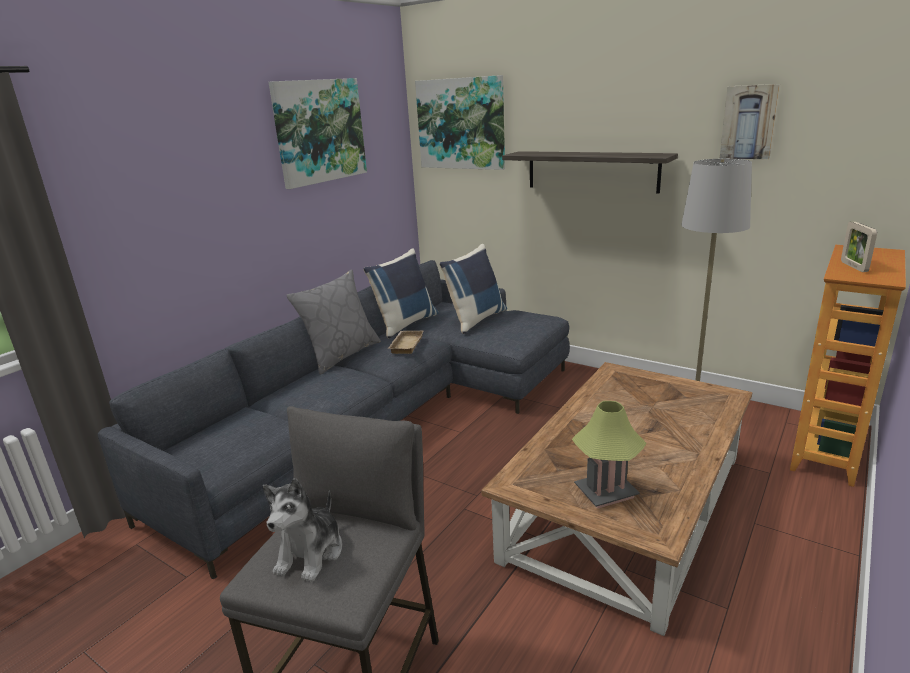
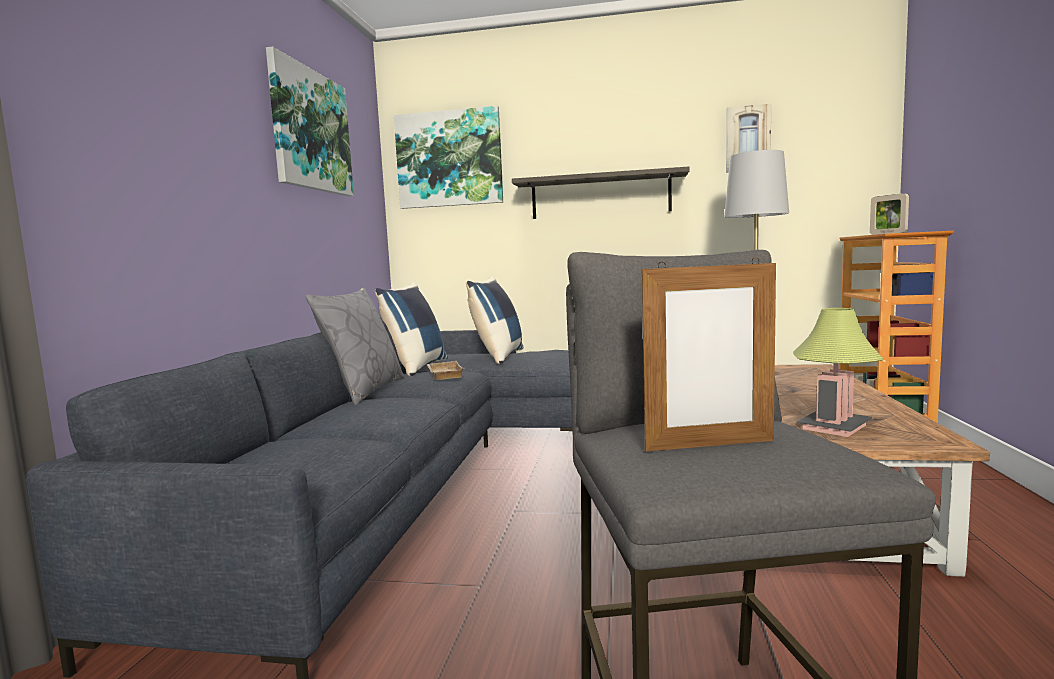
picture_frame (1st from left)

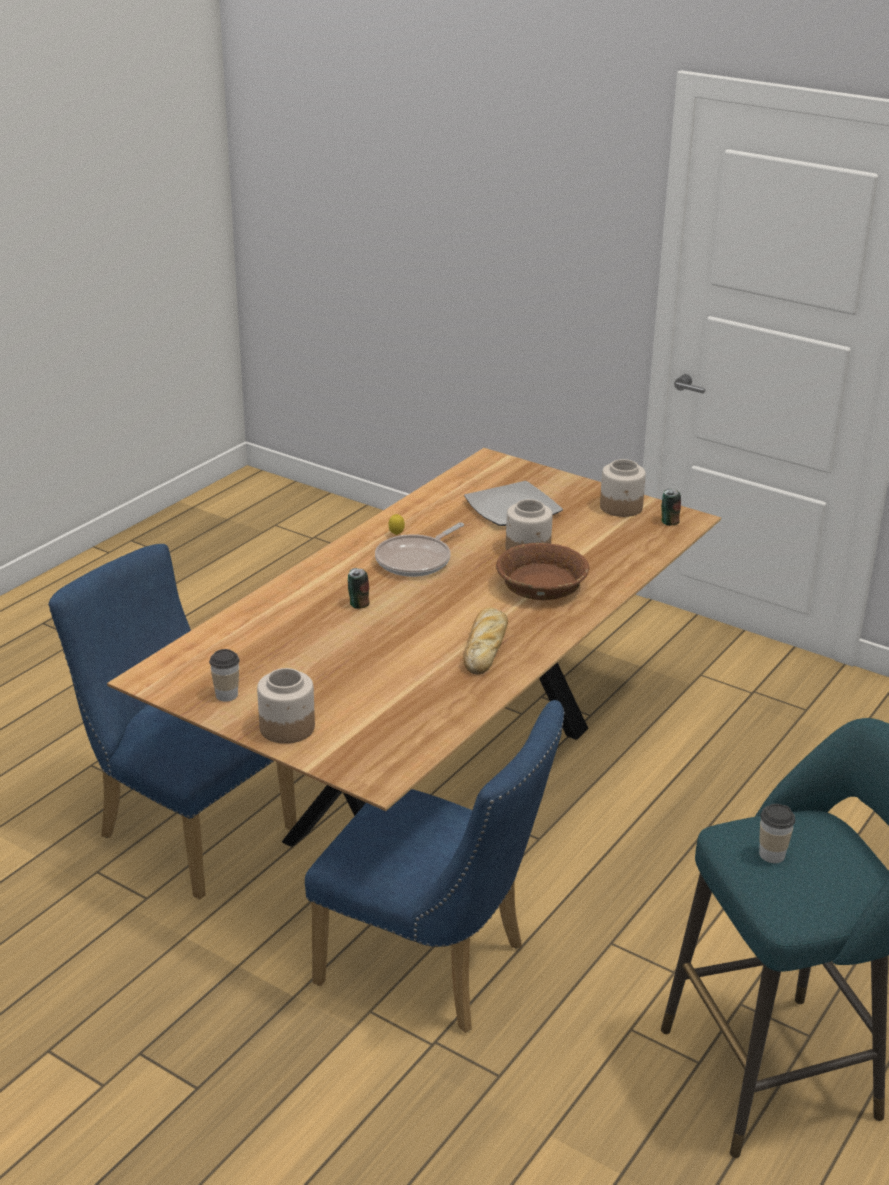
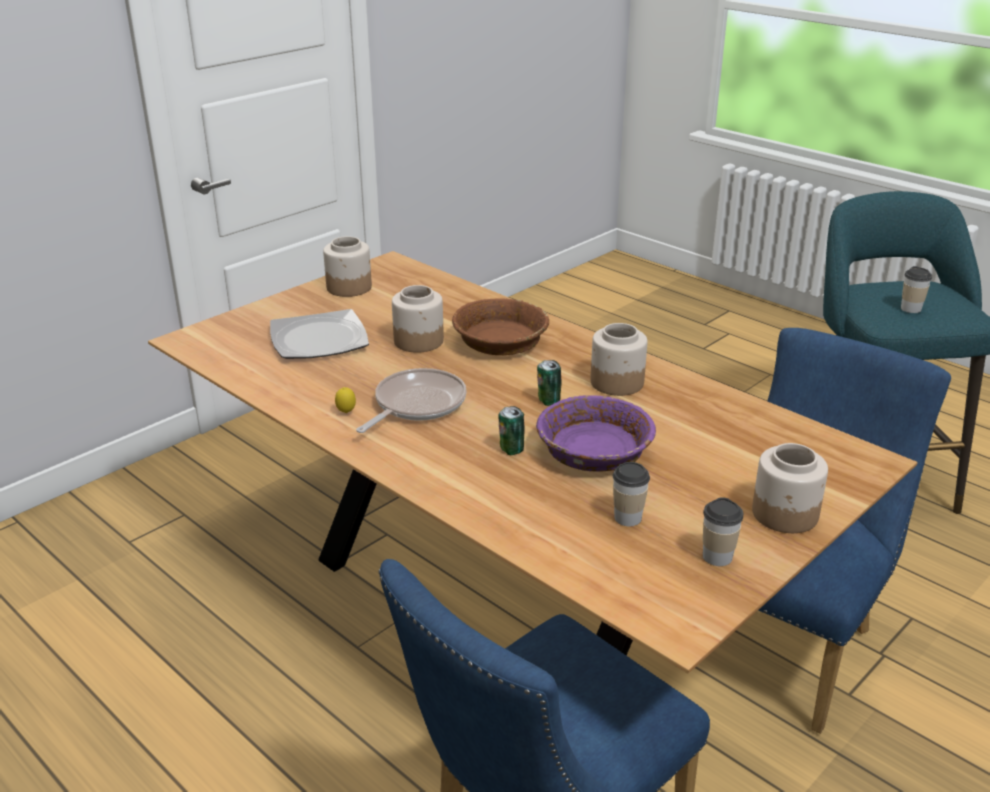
purple_bowl
cup (1st from left)
can (2nd from left)
jar (3rd from left)
frying_pan

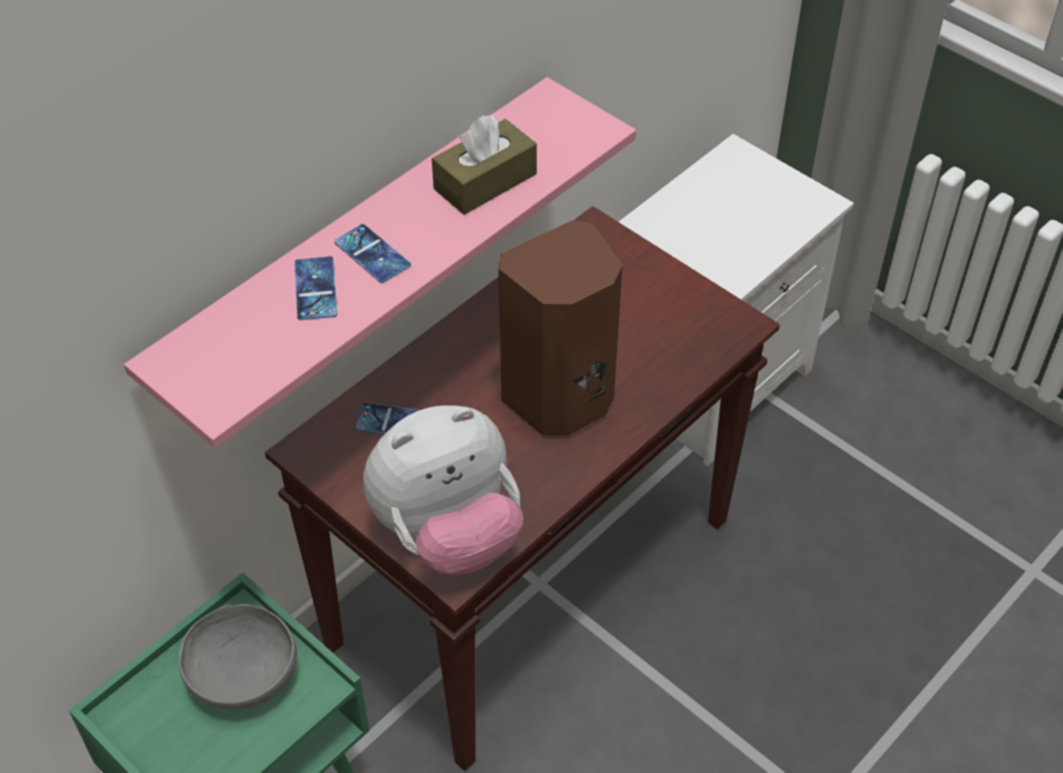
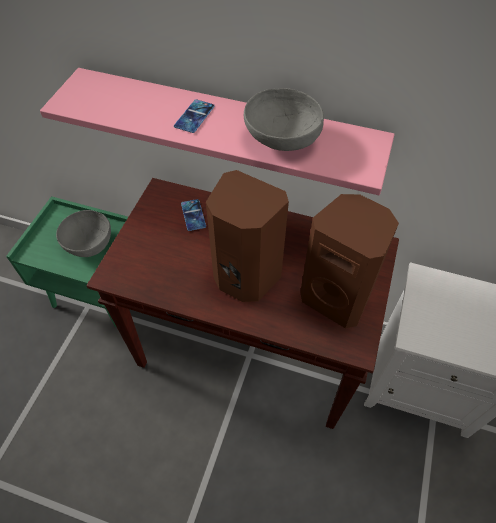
phone (1st from left in the first image)
plush_toy
brown_speaker (2nd from left)
grey_bowl (2nd from left)

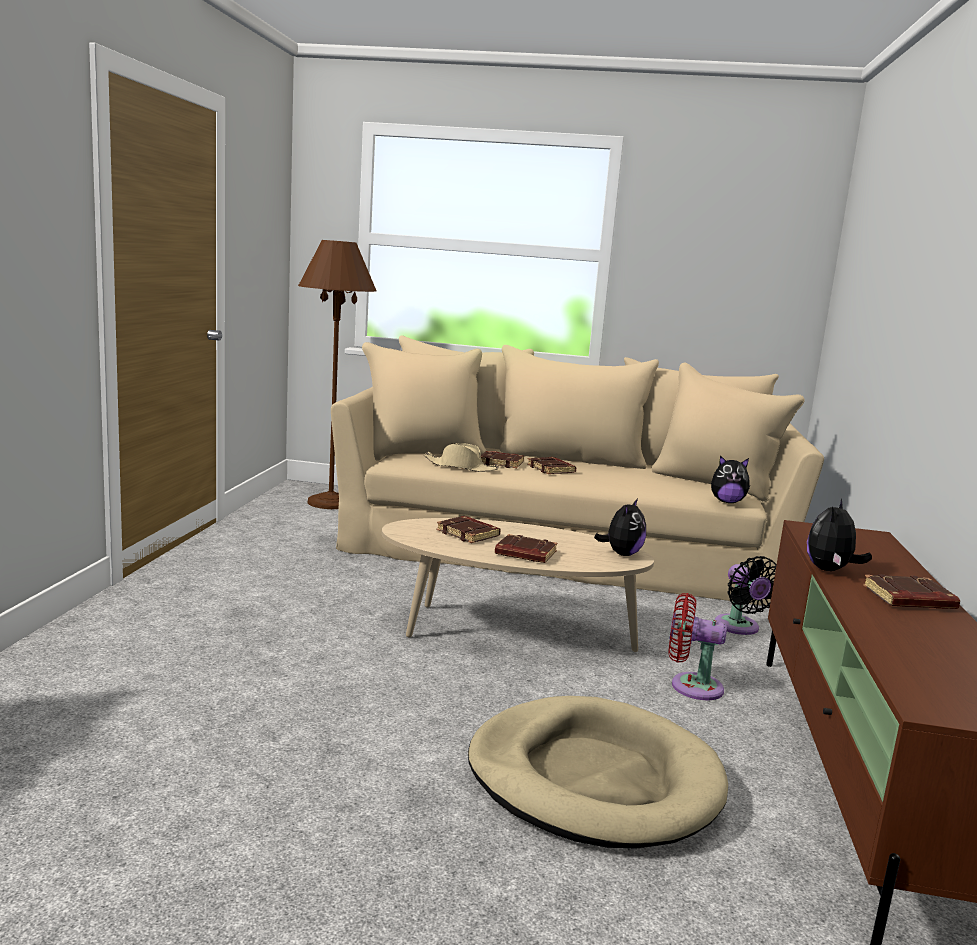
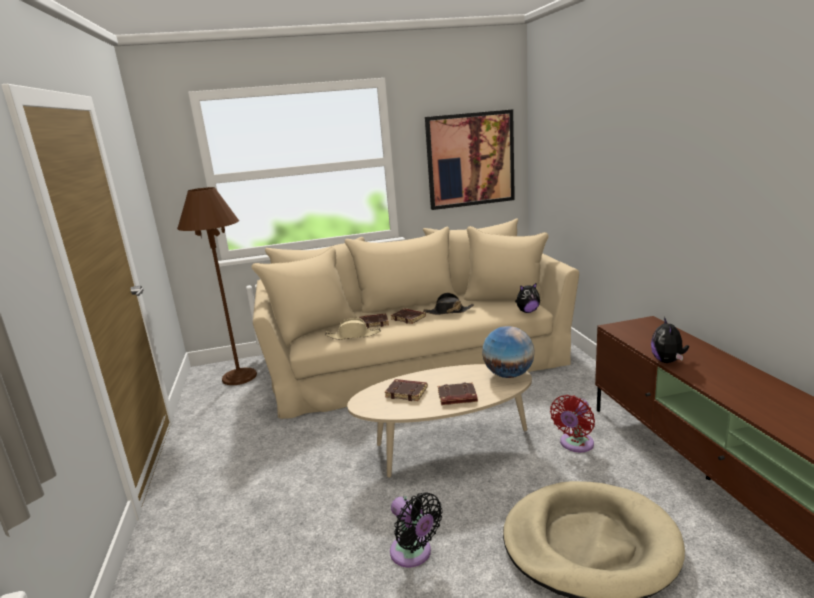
brown_book (5th from left in the first image)
black_hat
picture
black_fan
globe
red_fan

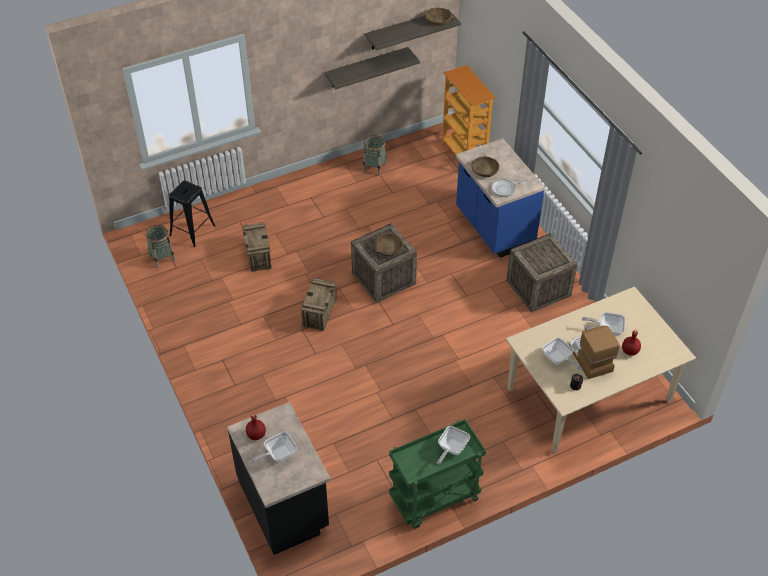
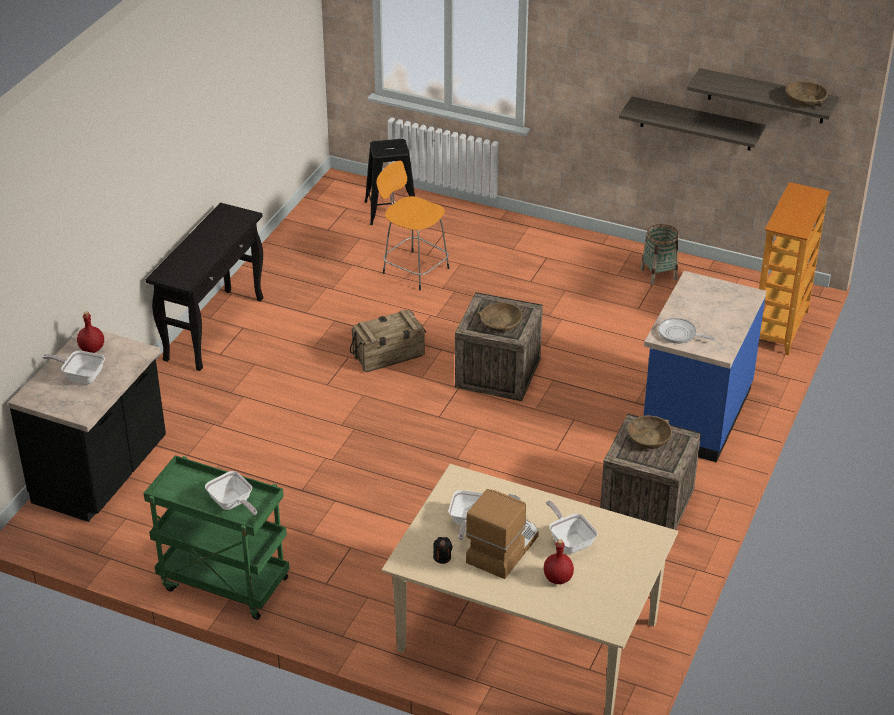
basket (1st from left in the first image)
black_console_table
brown_bowl (2nd from left)
orange_stool
frying_pan (2nd from left)

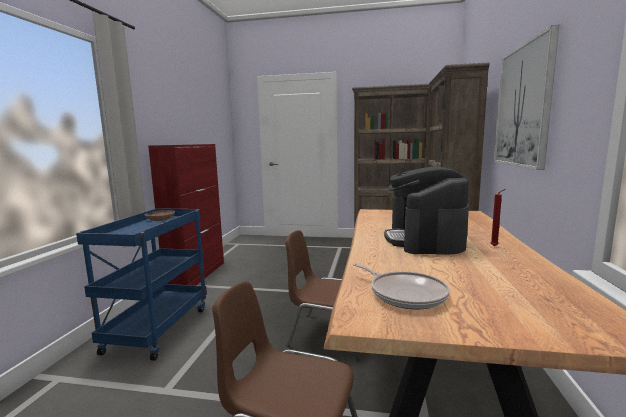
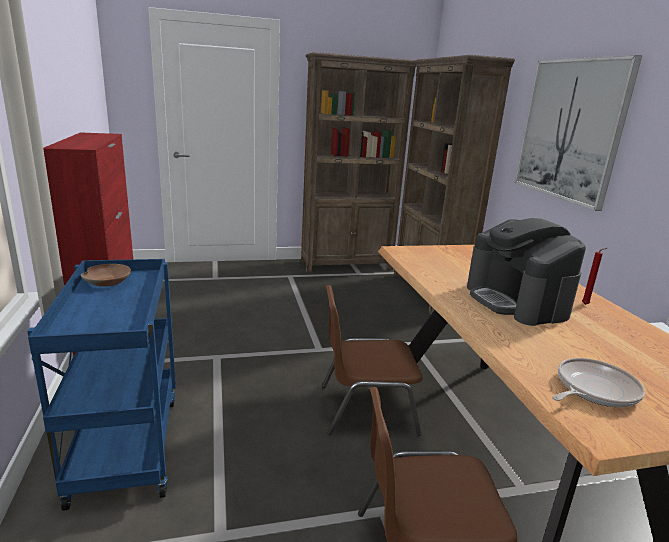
frying_pan

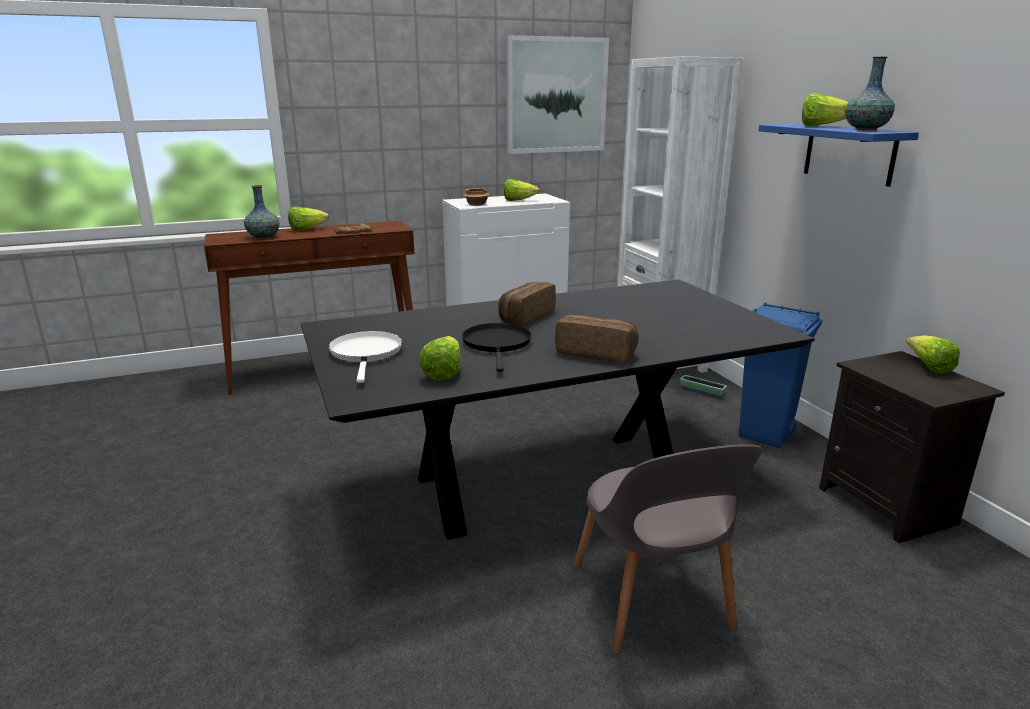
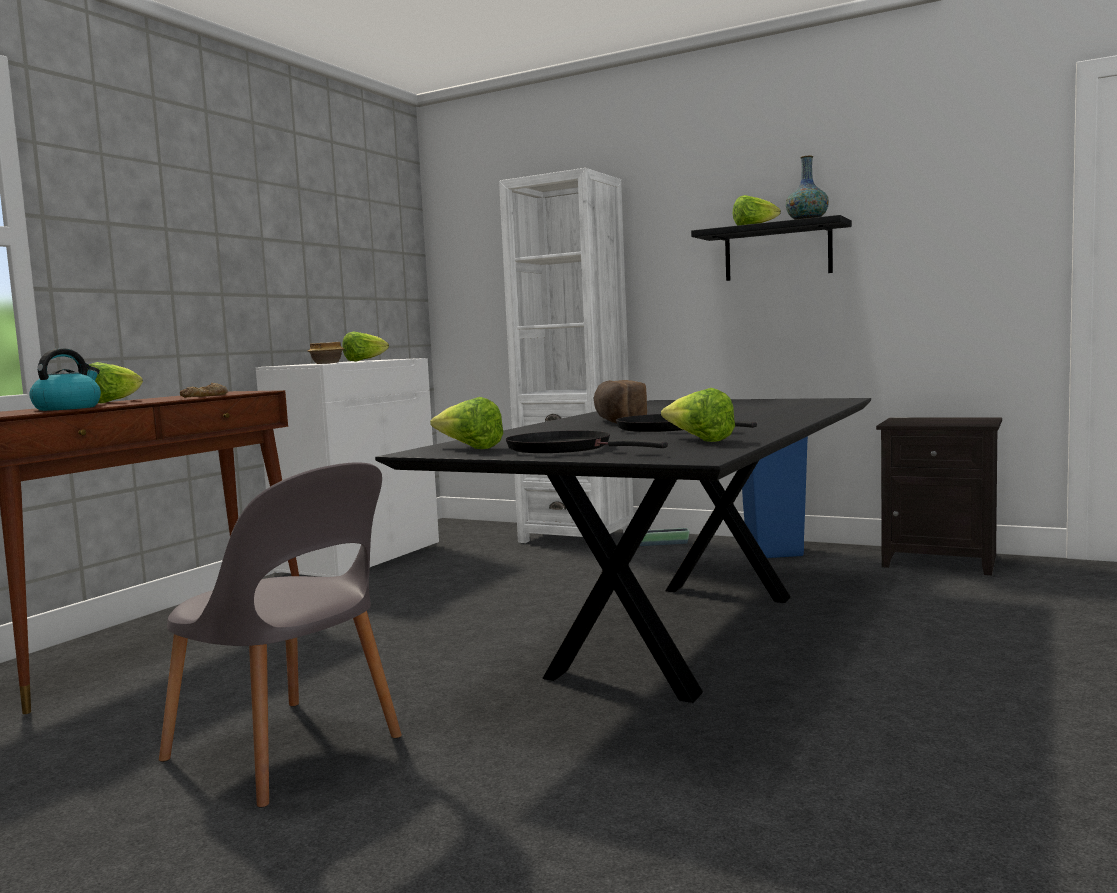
picture
bread (3rd from left in the first image)
grey_chair
lettuce (3rd from left)
kettle
black_frying_pan (1st from left)
black_shelf

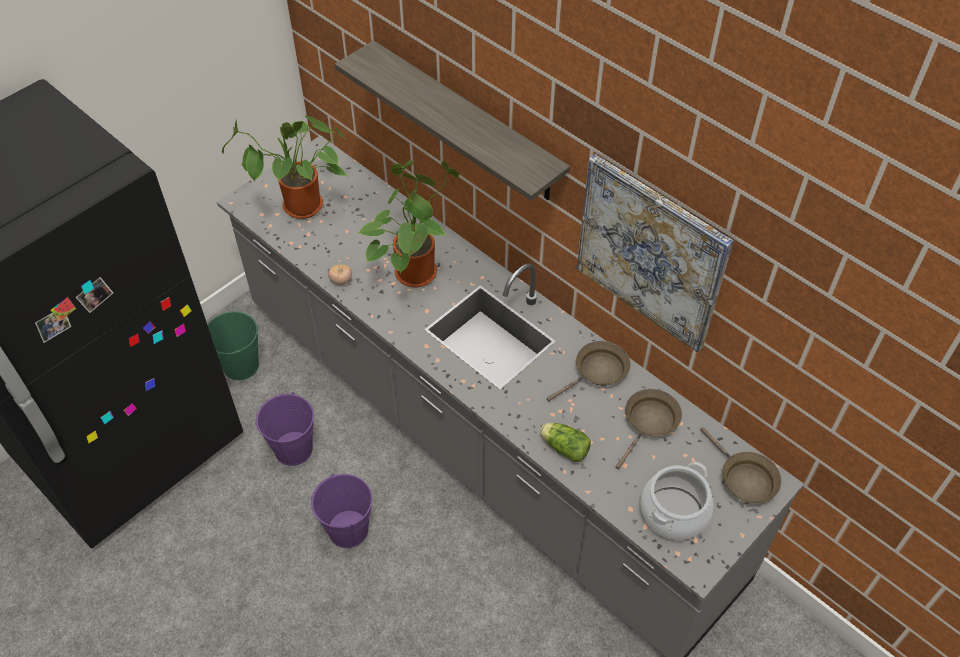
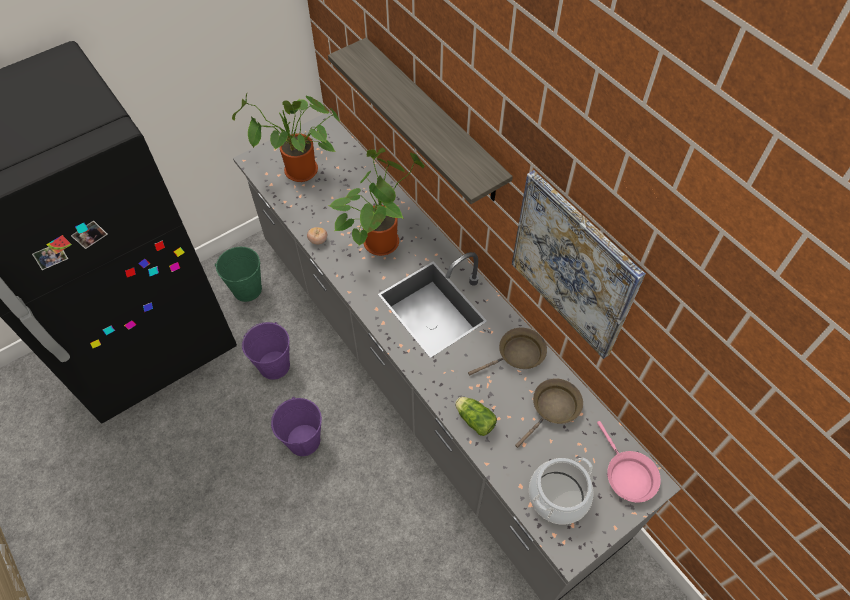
pink_frying_pan

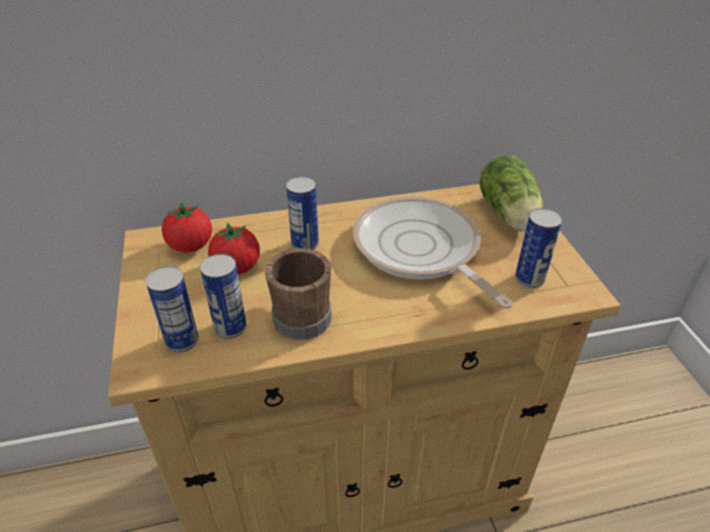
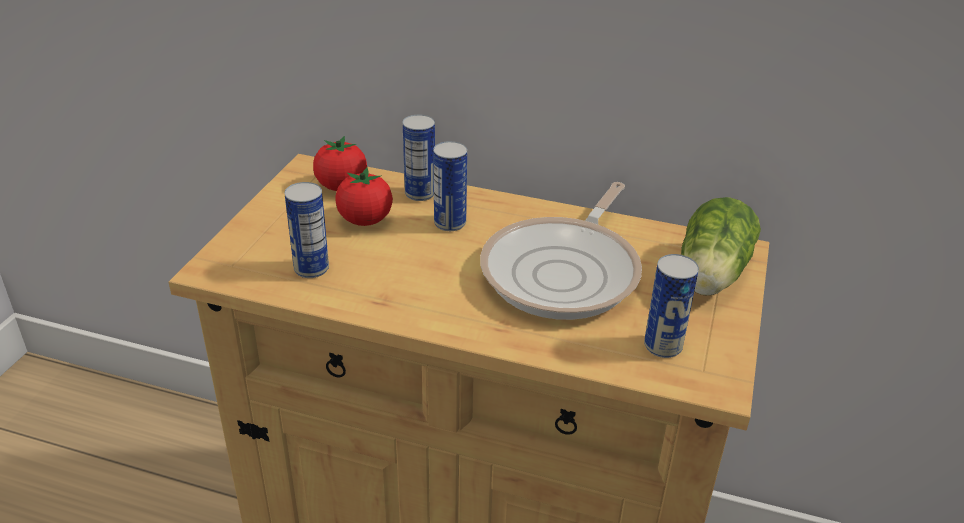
brown_mug
can (2nd from left)
frying_pan

